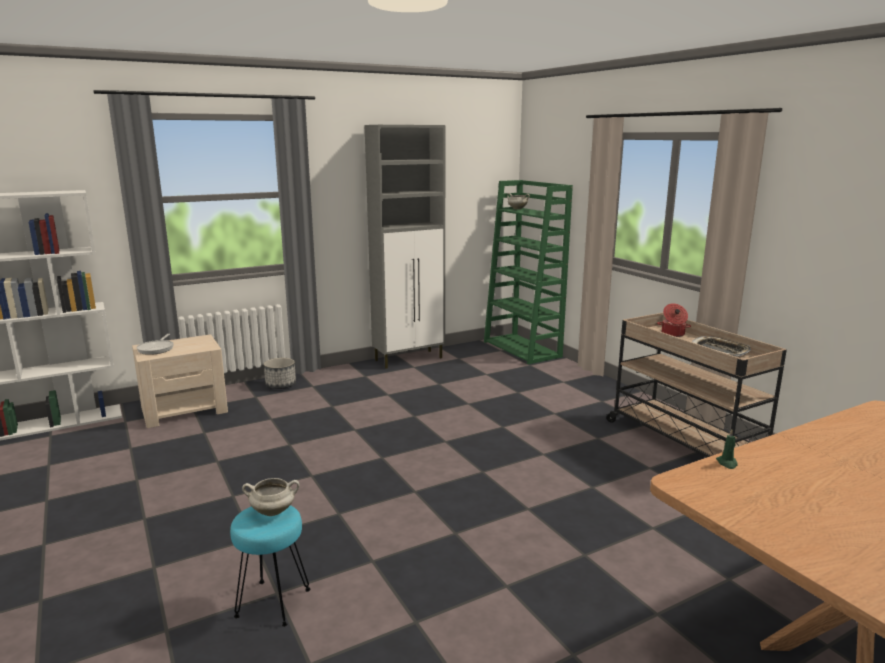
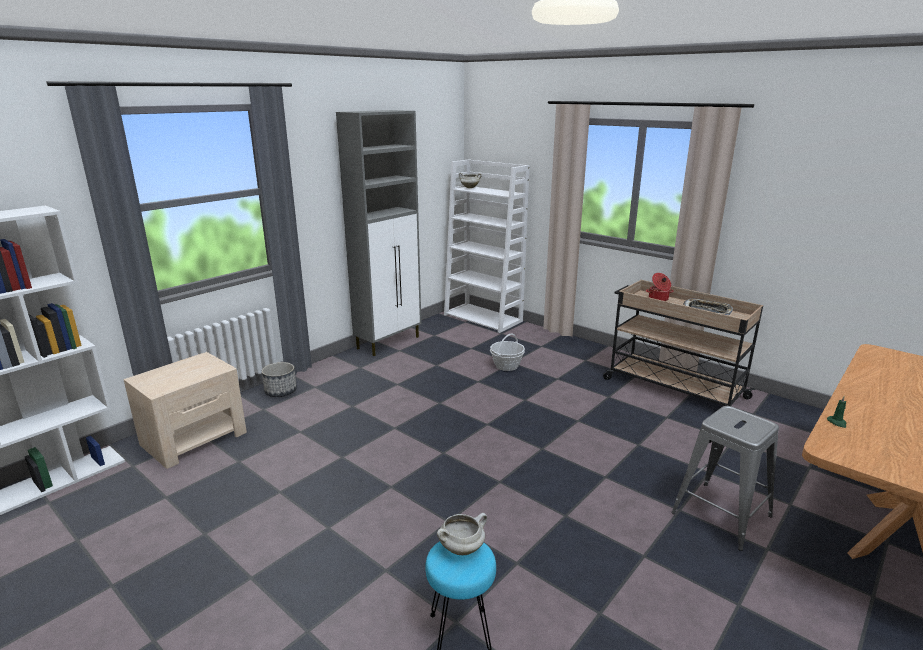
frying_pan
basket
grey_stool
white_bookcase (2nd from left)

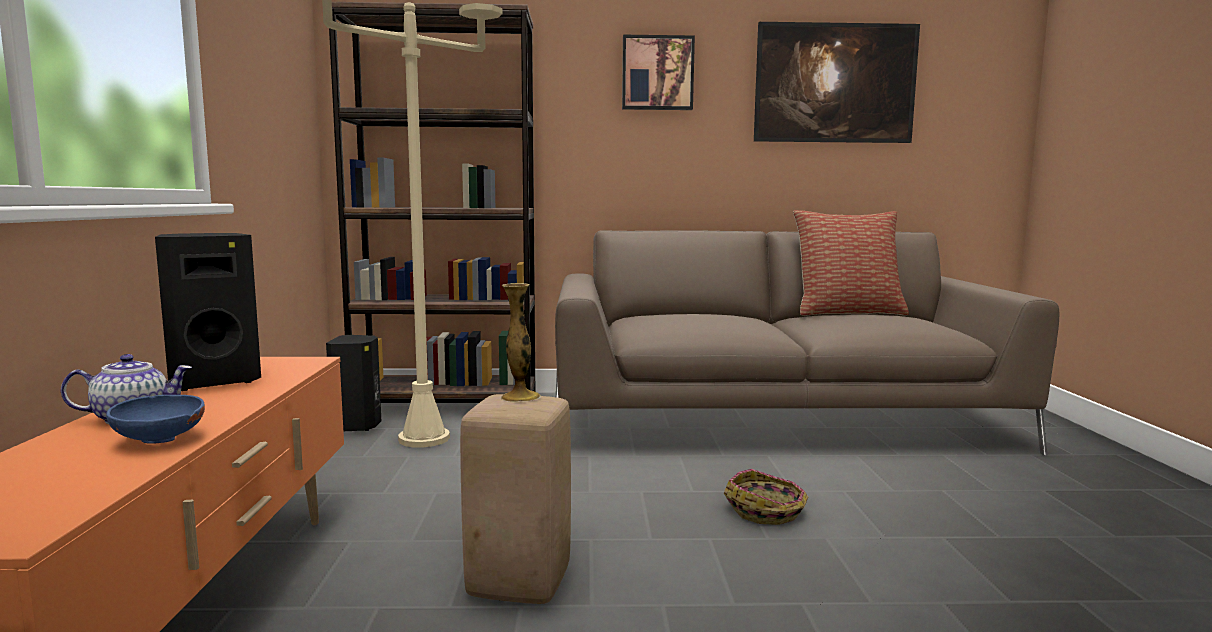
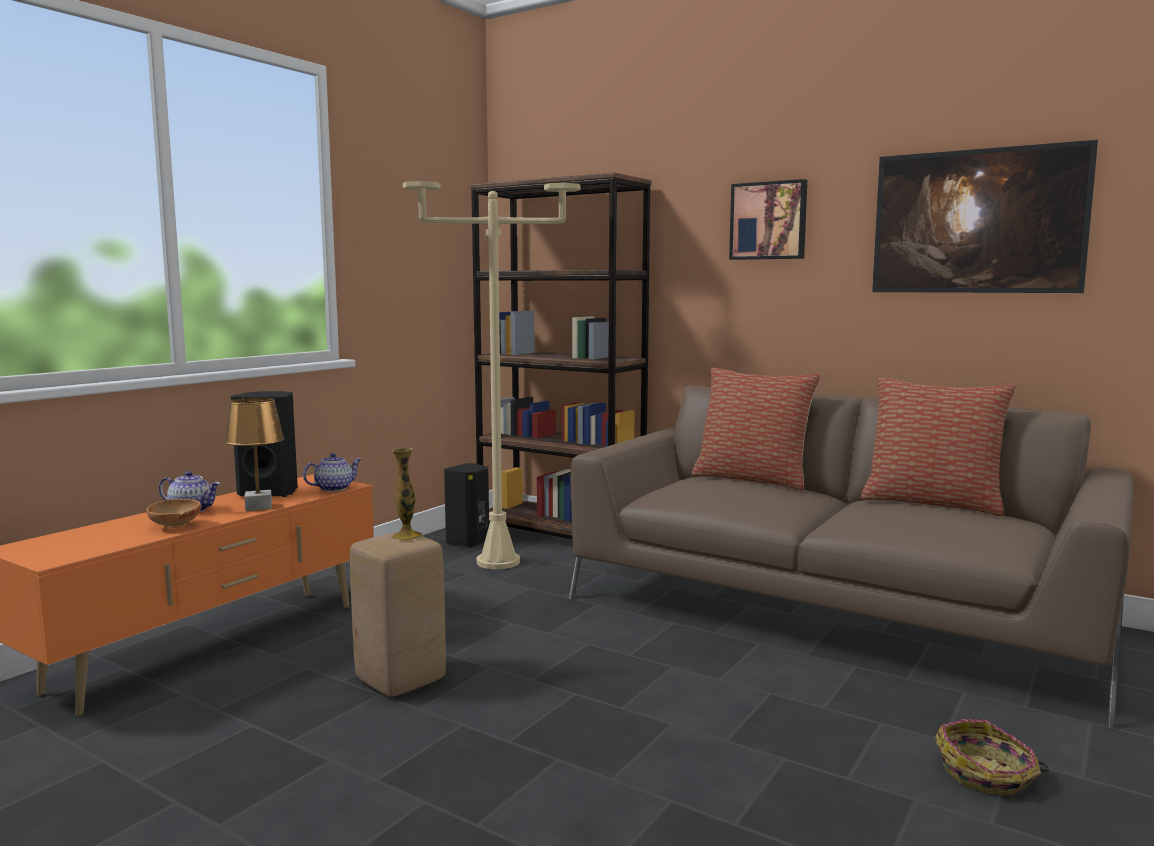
brown_table_lamp
teapot (2nd from left)
pillow (1st from left)
basket
brown_bowl

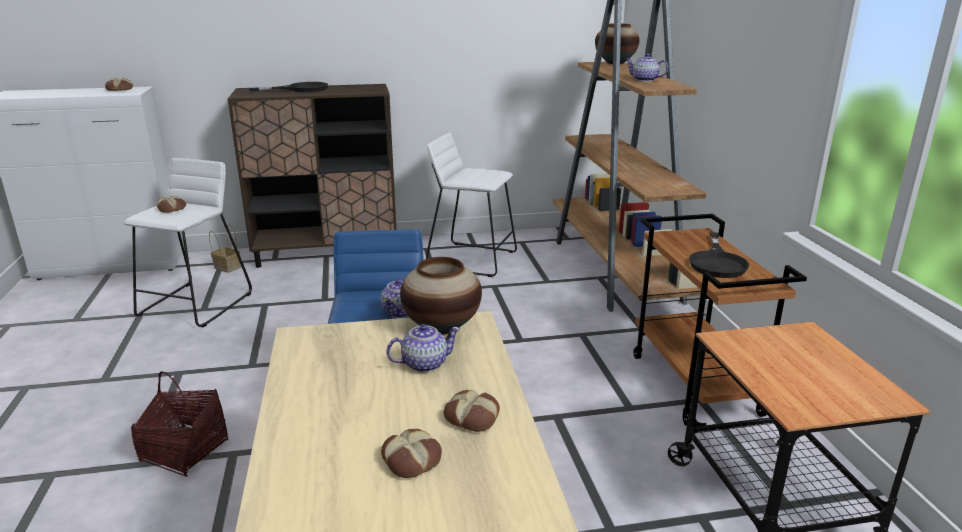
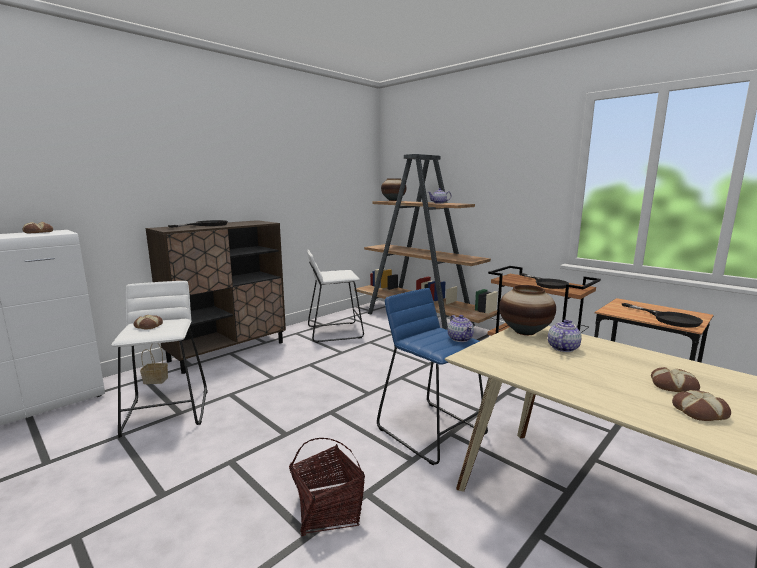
black_frying_pan (3rd from left)
bread (4th from left)

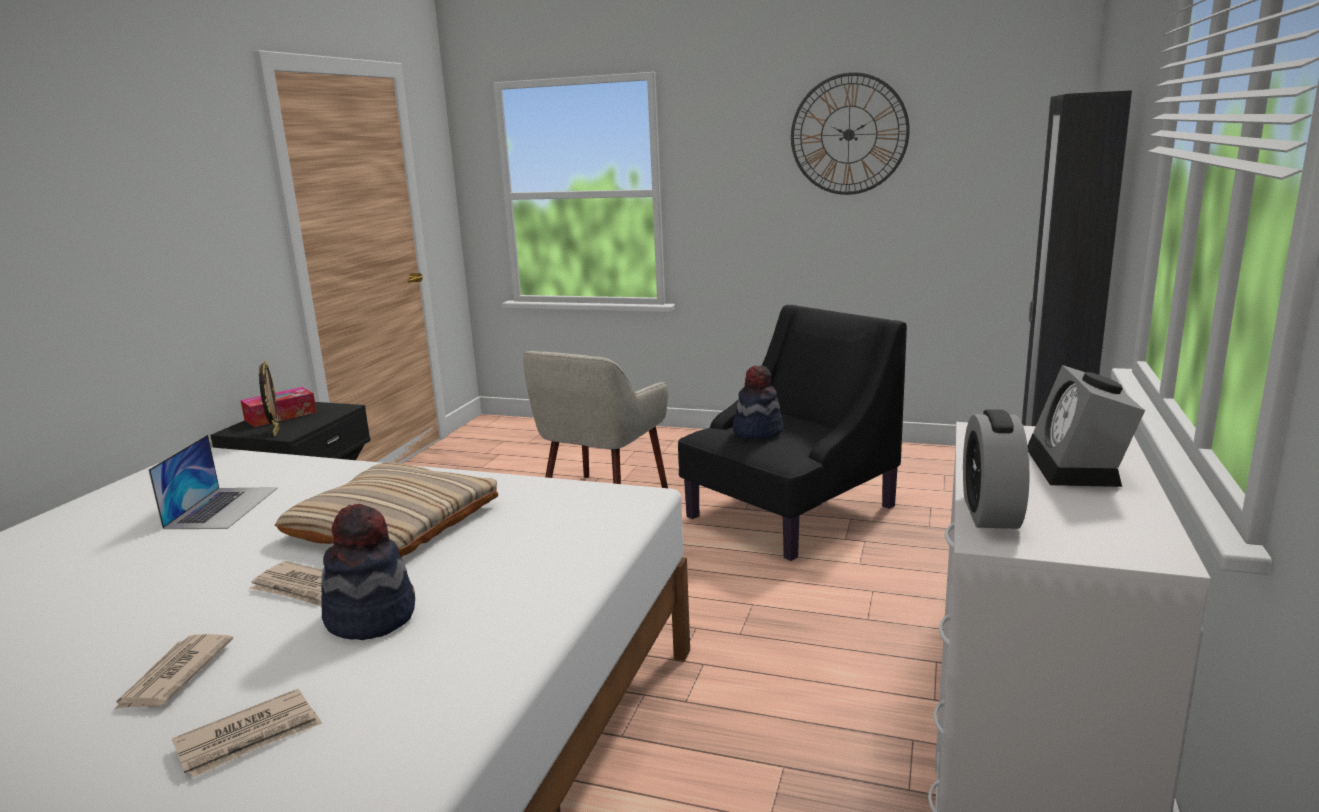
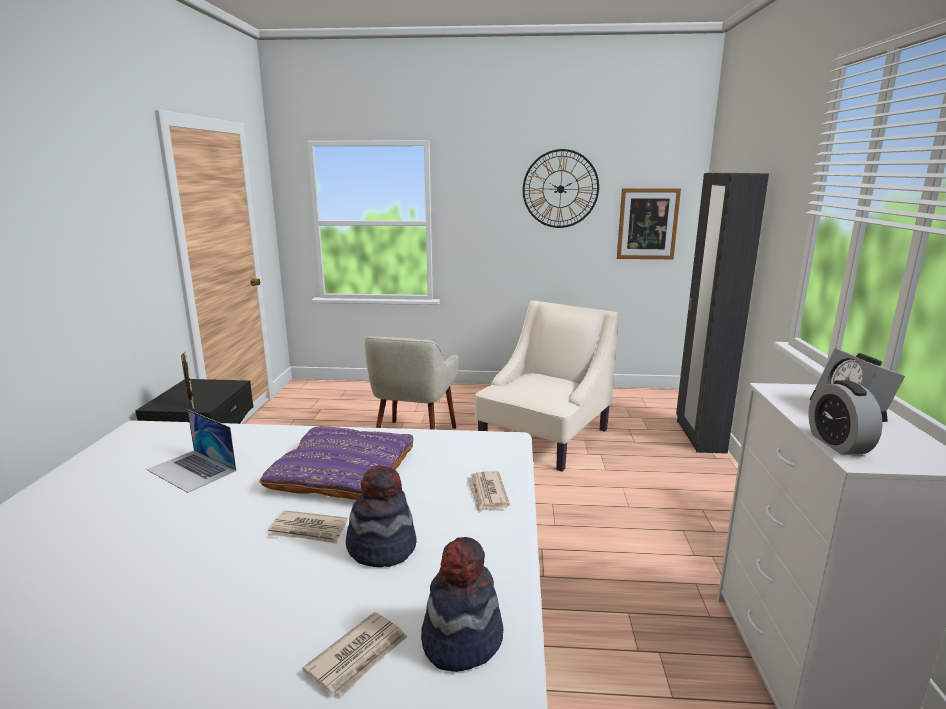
tissue_box
picture
newspaper (3rd from left)
hat (2nd from left)
purple_pillow
beige_armchair (2nd from left)
laptop

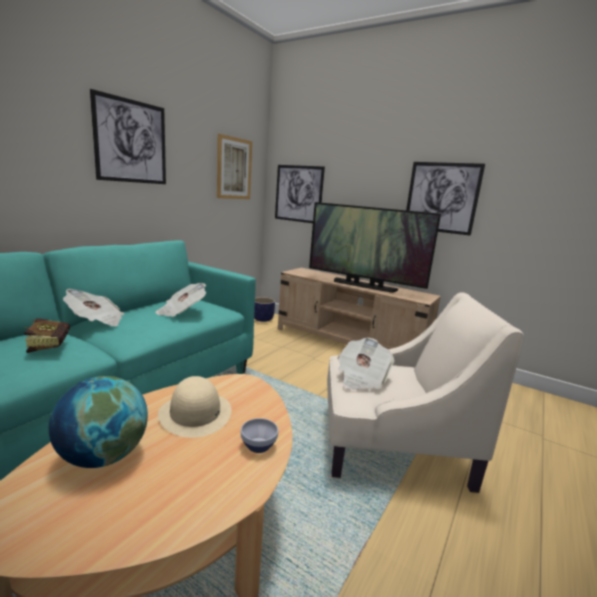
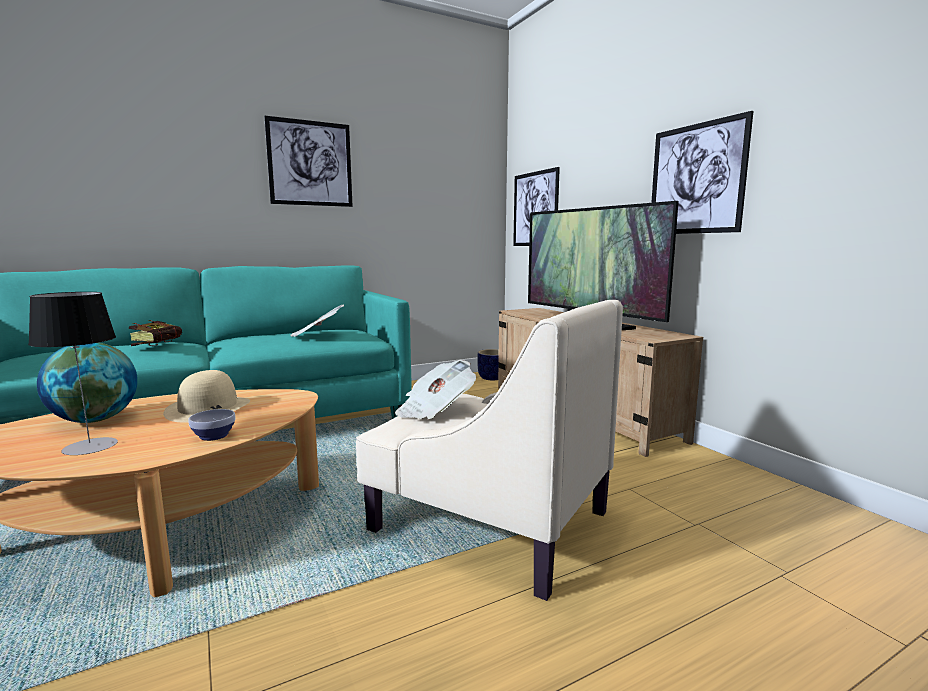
newspaper (1st from left in the first image)
picture (2nd from left in the first image)
table_lamp

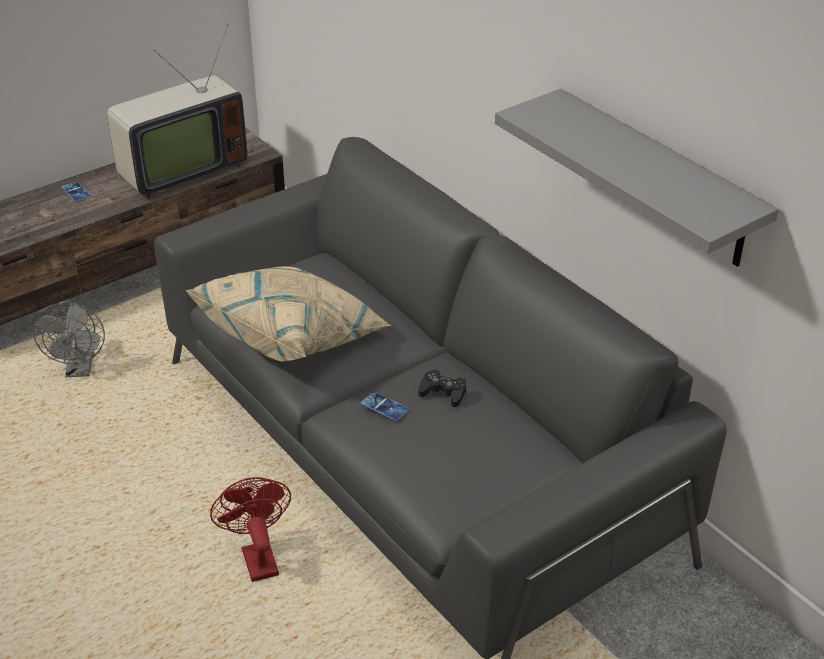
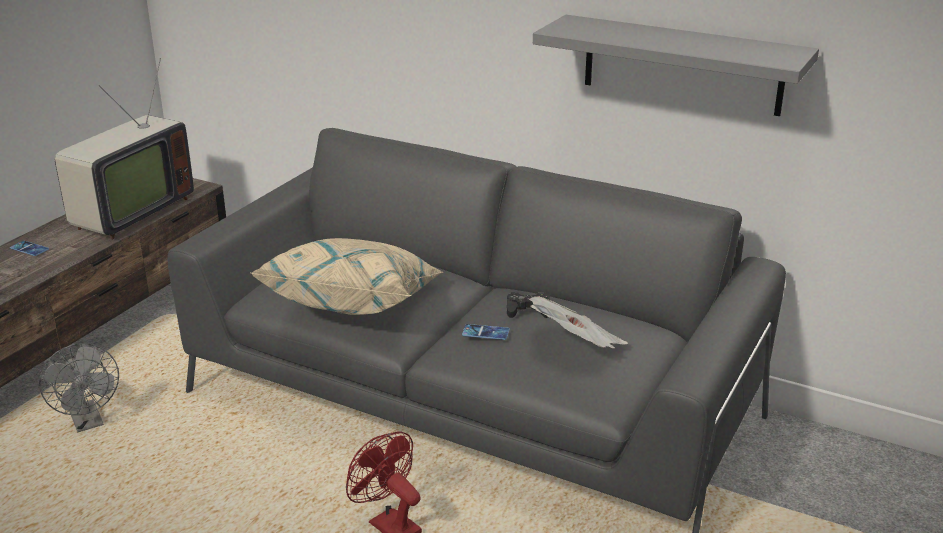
newspaper

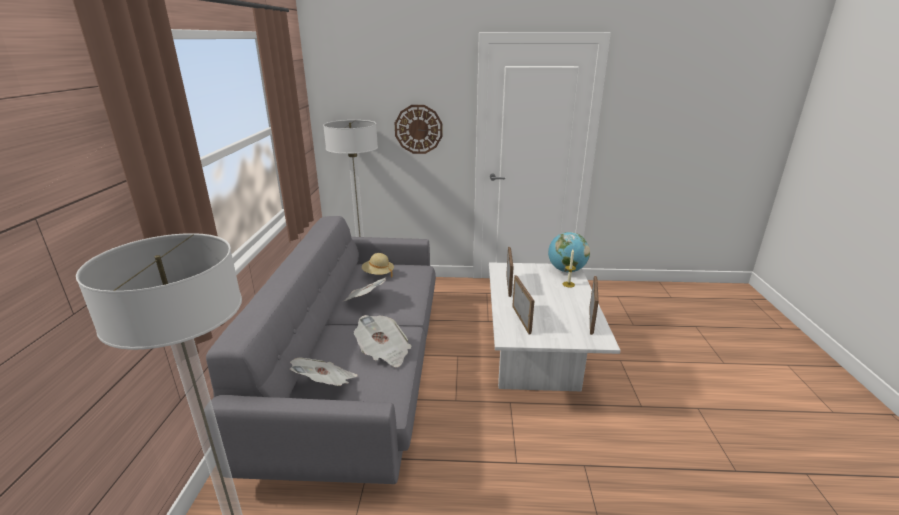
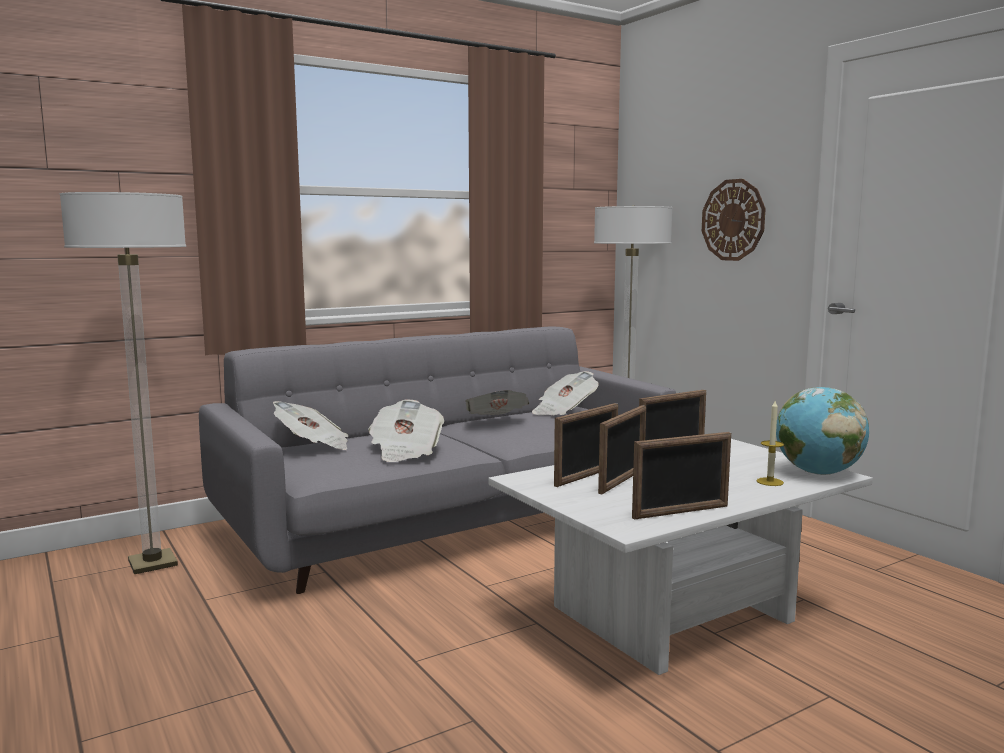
picture_frame (2nd from left)
newspaper (4th from left)

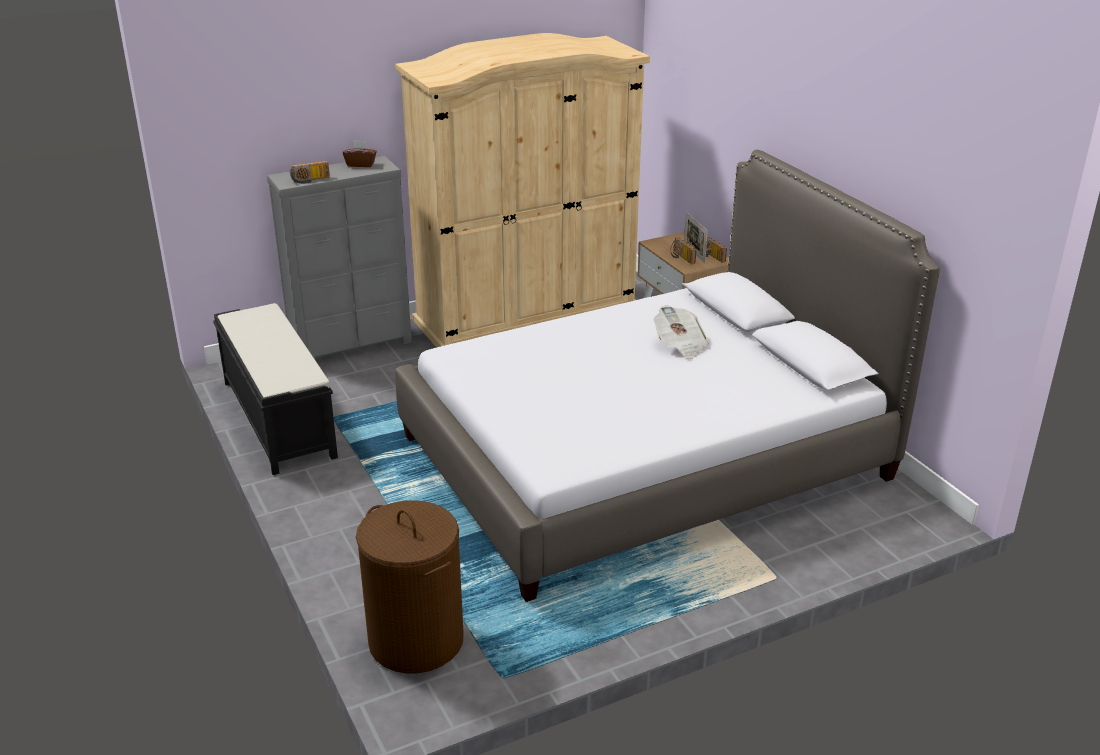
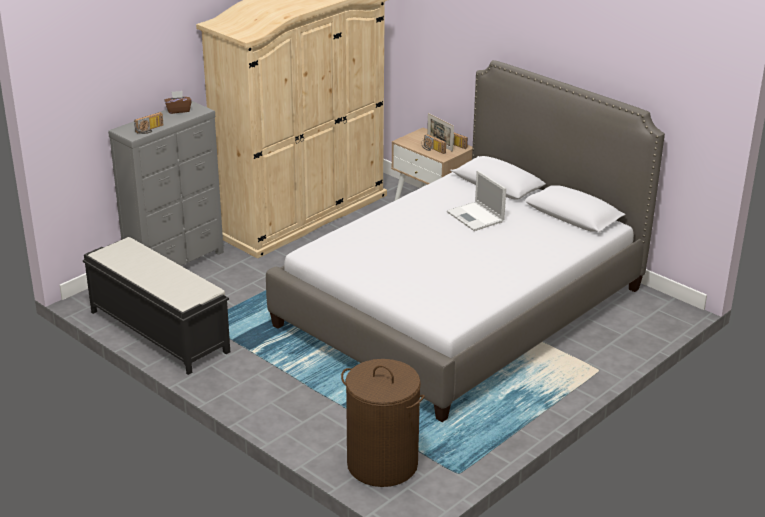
laptop

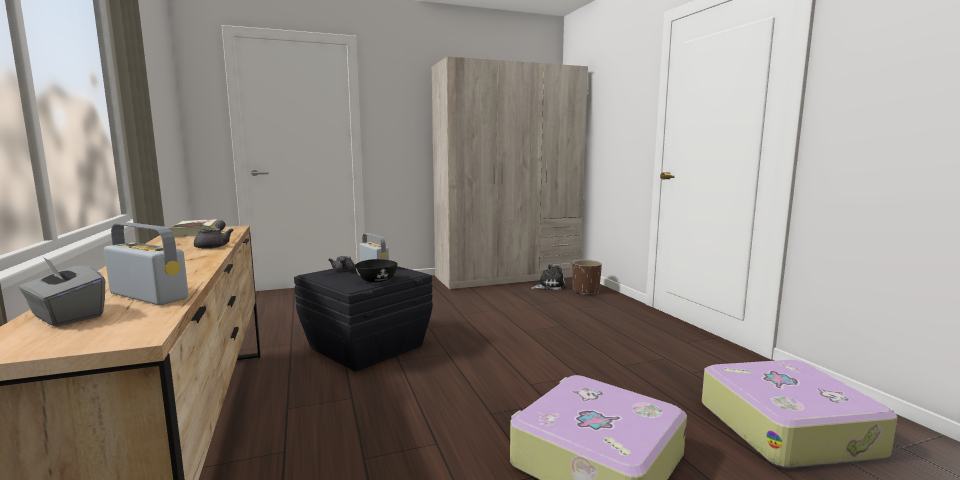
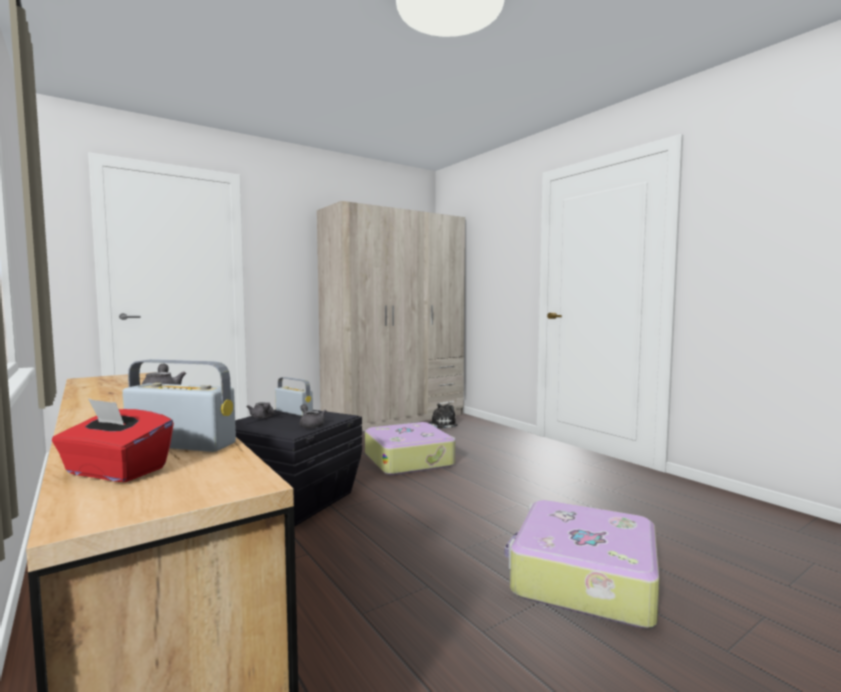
book
brown_planter
suitcase (1st from left)
grey_teapot (3rd from left)
red_tissue_box

